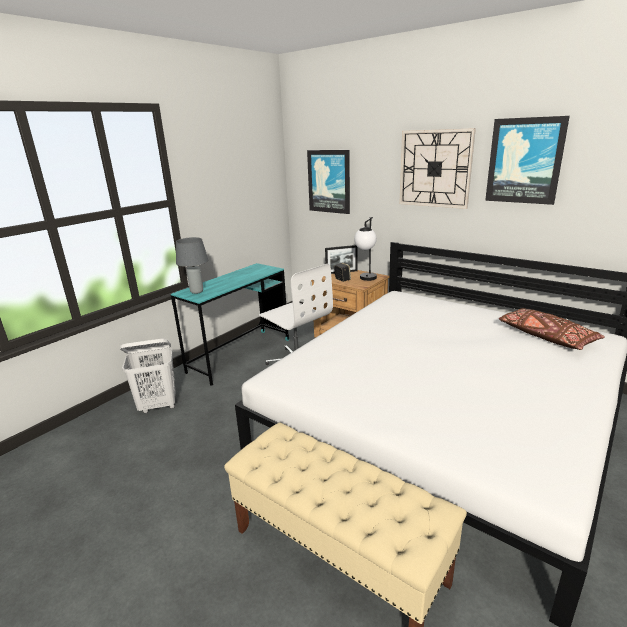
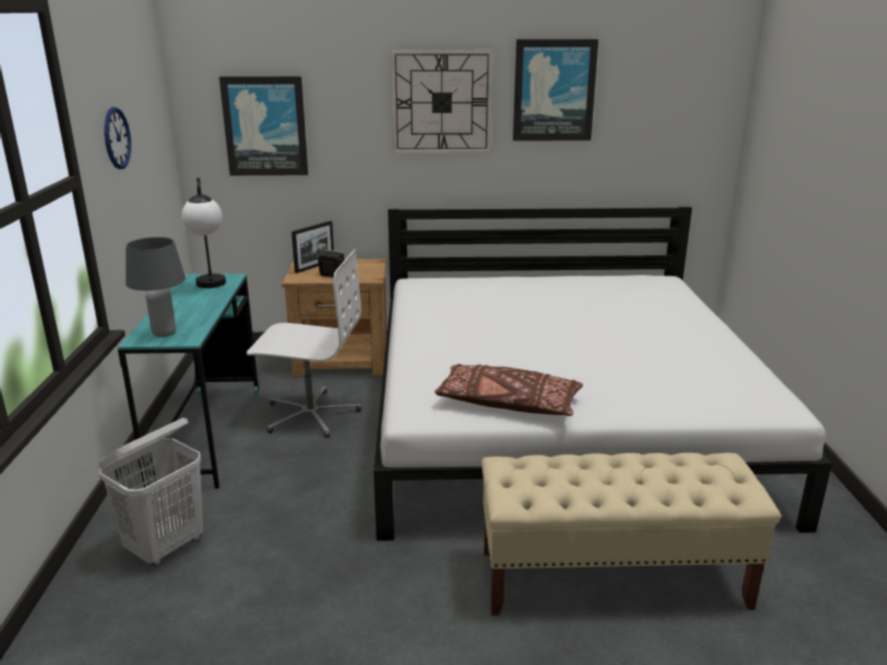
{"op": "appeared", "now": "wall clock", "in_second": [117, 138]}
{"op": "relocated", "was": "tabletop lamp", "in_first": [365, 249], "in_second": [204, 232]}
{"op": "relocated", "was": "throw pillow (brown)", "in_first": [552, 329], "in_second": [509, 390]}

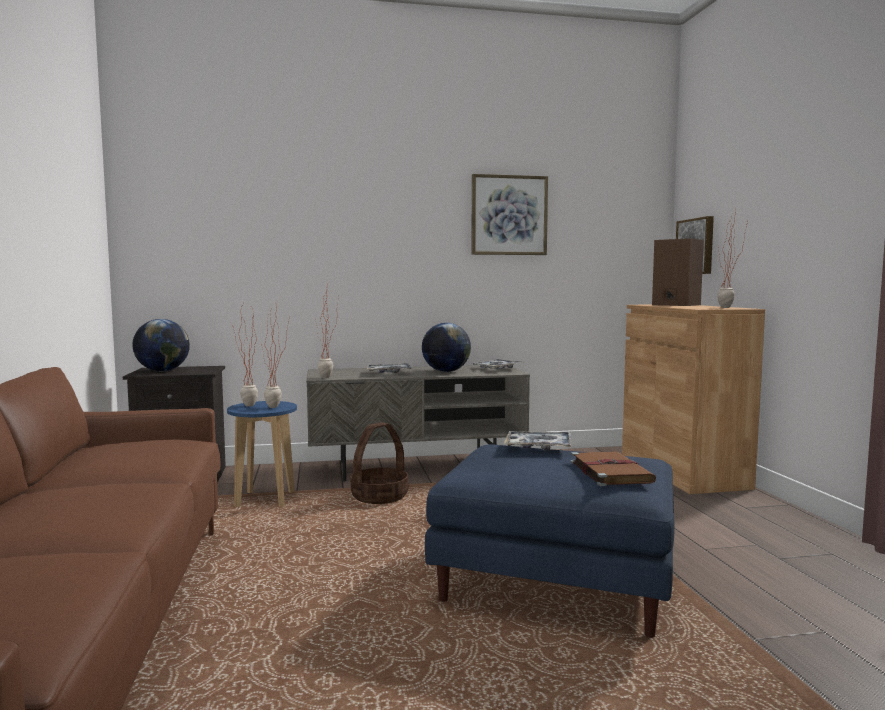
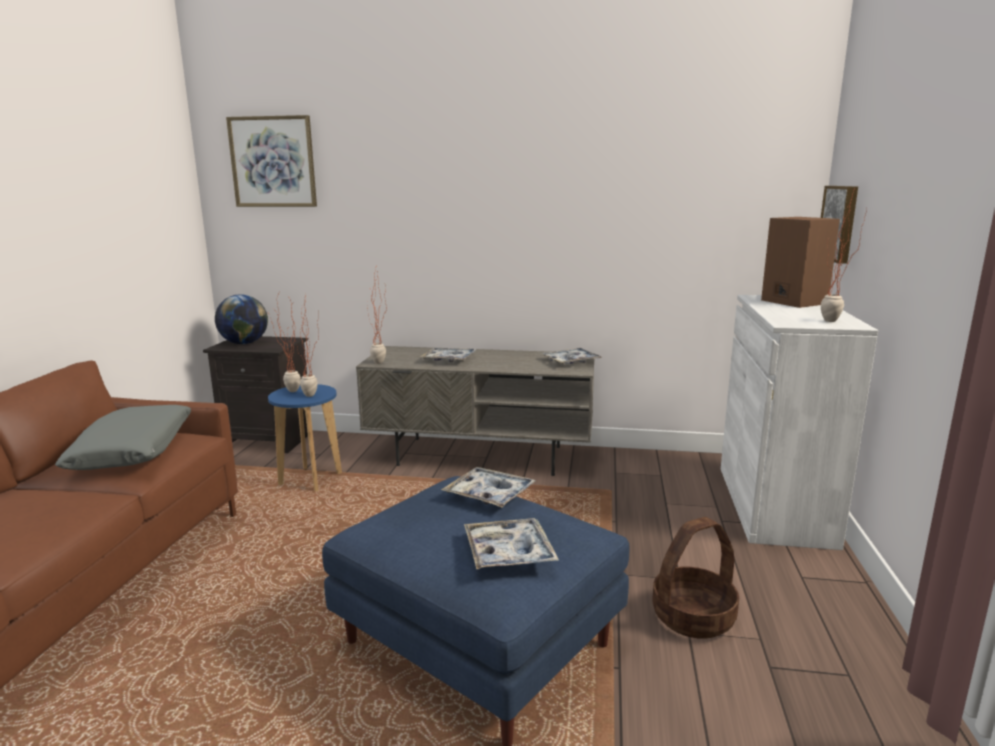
{"op": "missing", "was": "desk globe", "in_first": [446, 347]}
{"op": "appeared", "now": "throw pillow (greyish)", "in_second": [123, 437]}
{"op": "relocated", "was": "household basket", "in_first": [379, 463], "in_second": [695, 578]}
{"op": "relocated", "was": "wall art", "in_first": [509, 214], "in_second": [271, 161]}
{"op": "exchanged", "was": "book (brown)", "now": "carrying tray", "in_first": [613, 468], "in_second": [511, 543]}
{"op": "colour", "was": "cabinet (brown)", "now": "cabinet (white-coloured)", "in_first": [693, 399], "in_second": [799, 422]}

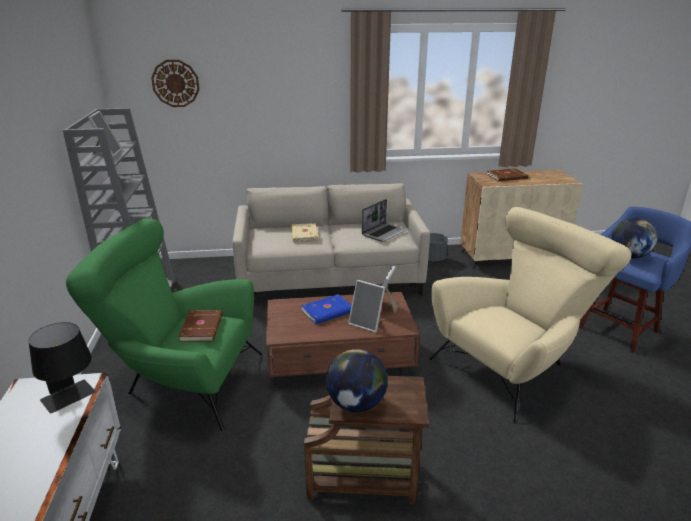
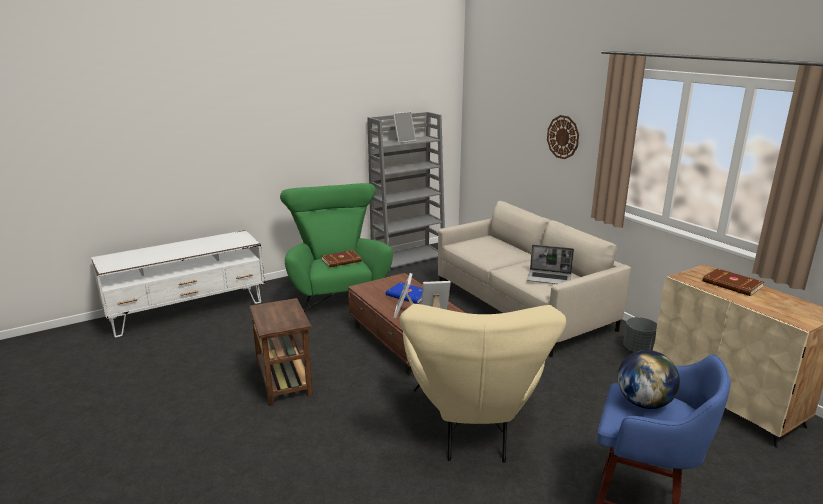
{"op": "missing", "was": "tabletop lamp (black-coloured)", "in_first": [62, 368]}
{"op": "missing", "was": "book (beige)", "in_first": [305, 233]}
{"op": "missing", "was": "desk globe", "in_first": [357, 380]}
{"op": "relocated", "was": "wall clock", "in_first": [175, 83], "in_second": [563, 137]}
{"op": "spun", "was": "armchair (beige)", "in_first": [530, 315], "in_second": [482, 383], "clockwise": 60}

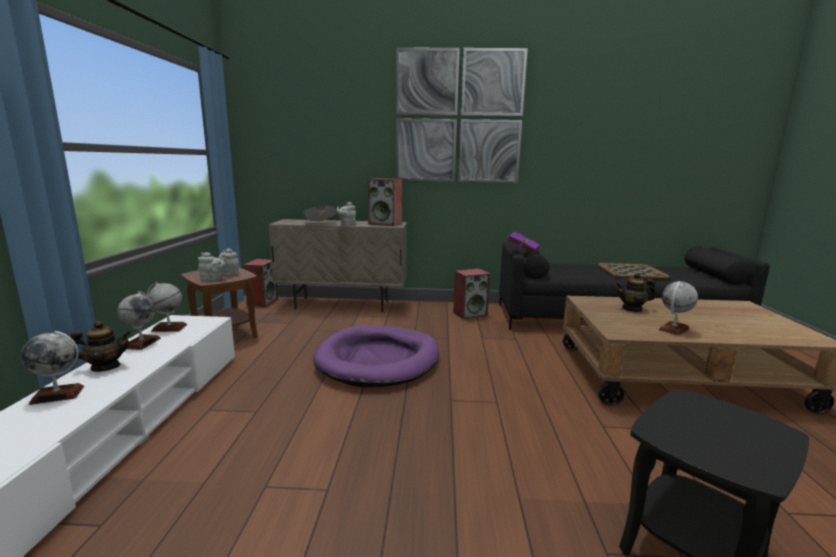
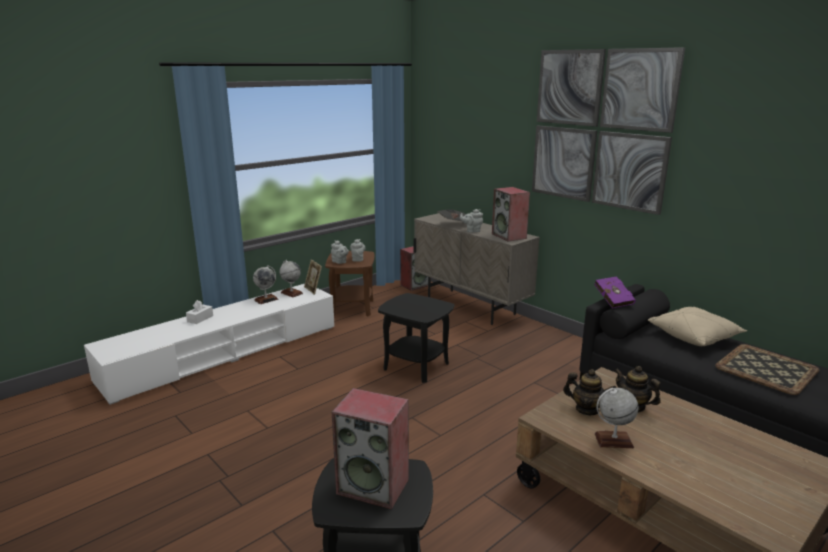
{"op": "appeared", "now": "photo frame", "in_second": [313, 277]}
{"op": "appeared", "now": "throw pillow (beige)", "in_second": [697, 326]}
{"op": "relocated", "was": "tea pot", "in_first": [100, 346], "in_second": [589, 392]}
{"op": "relocated", "was": "audio speaker", "in_first": [471, 294], "in_second": [370, 448]}
{"op": "exchanged", "was": "desk globe", "now": "tissue box (white-coloured)", "in_first": [52, 368], "in_second": [199, 312]}
{"op": "exchanged", "was": "dog cushion (purplish)", "now": "side table (black-coloured)", "in_first": [376, 356], "in_second": [416, 338]}

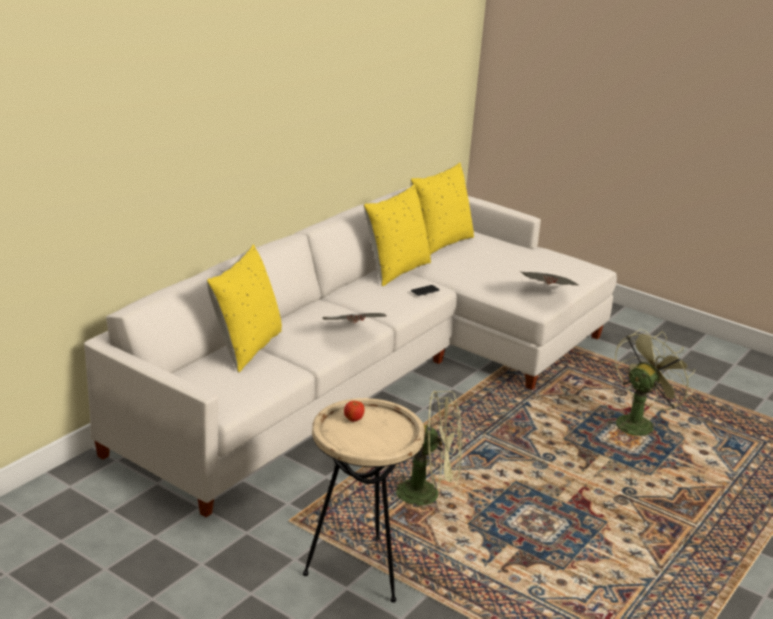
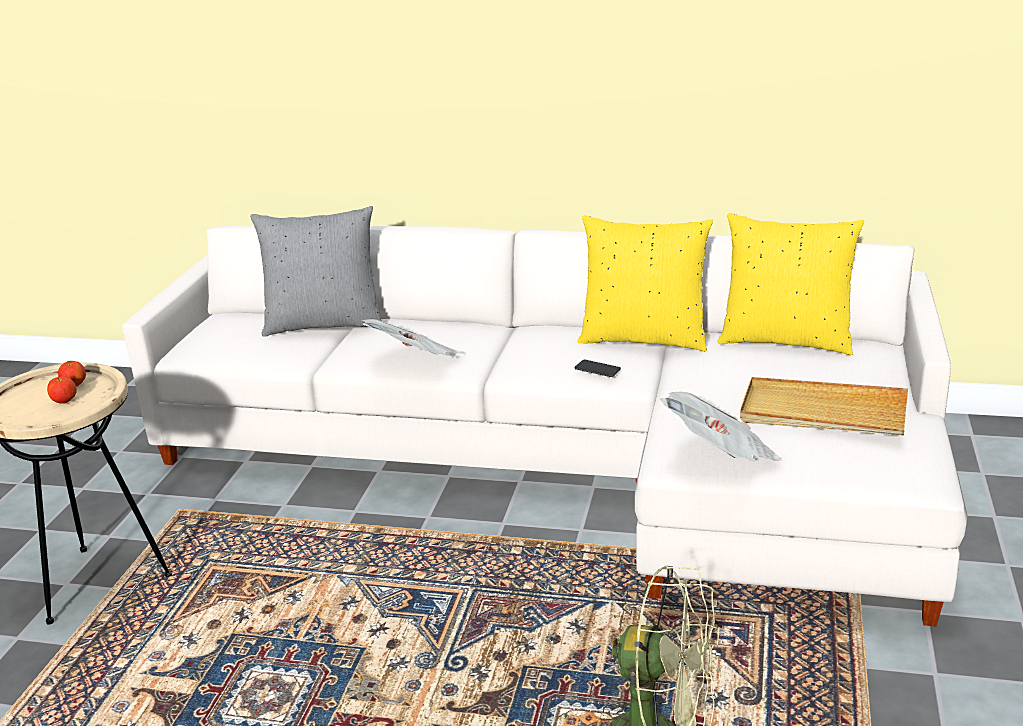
{"op": "missing", "was": "fan (green)", "in_first": [425, 449]}
{"op": "appeared", "now": "apple", "in_second": [62, 390]}
{"op": "appeared", "now": "carrying tray (beige)", "in_second": [824, 406]}
{"op": "colour", "was": "throw pillow (yellowish)", "now": "throw pillow (greyish)", "in_first": [244, 308], "in_second": [316, 271]}

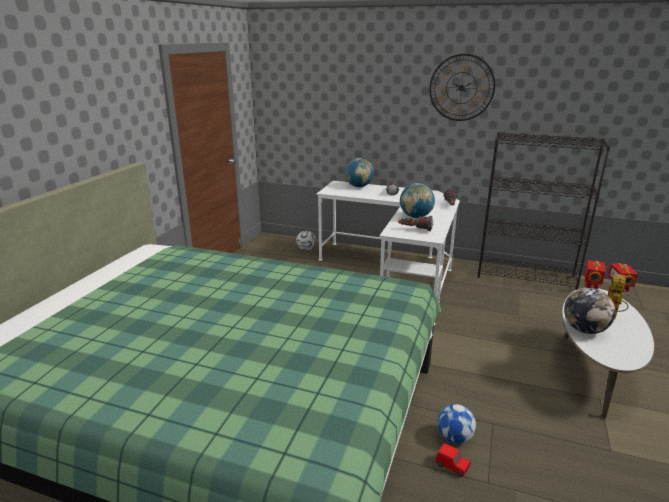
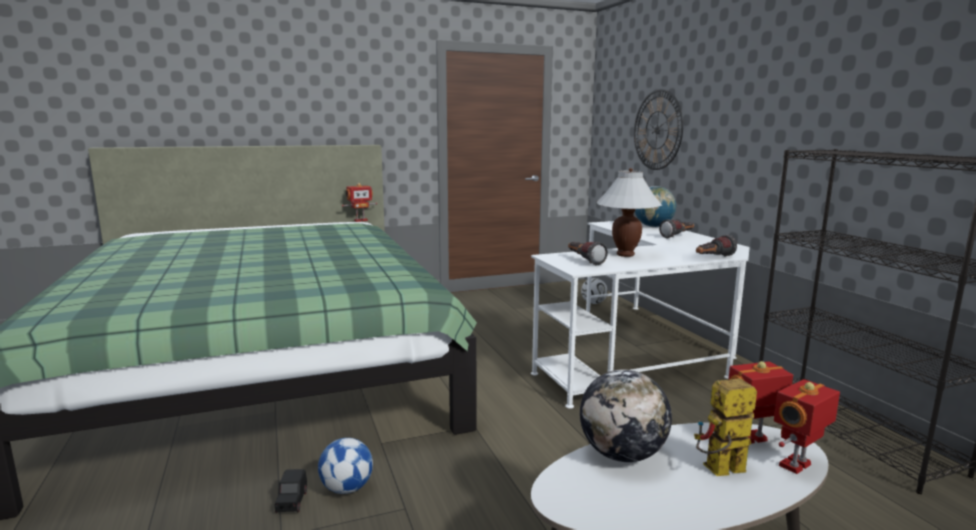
{"op": "appeared", "now": "toy robot", "in_second": [359, 202]}
{"op": "relocated", "was": "wall clock", "in_first": [462, 87], "in_second": [658, 129]}
{"op": "exchanged", "was": "desk globe", "now": "tabletop lamp (white-coloured)", "in_first": [417, 200], "in_second": [629, 212]}
{"op": "colour", "was": "miniature car (red-coloured)", "now": "miniature car (black-coloured)", "in_first": [453, 460], "in_second": [290, 491]}

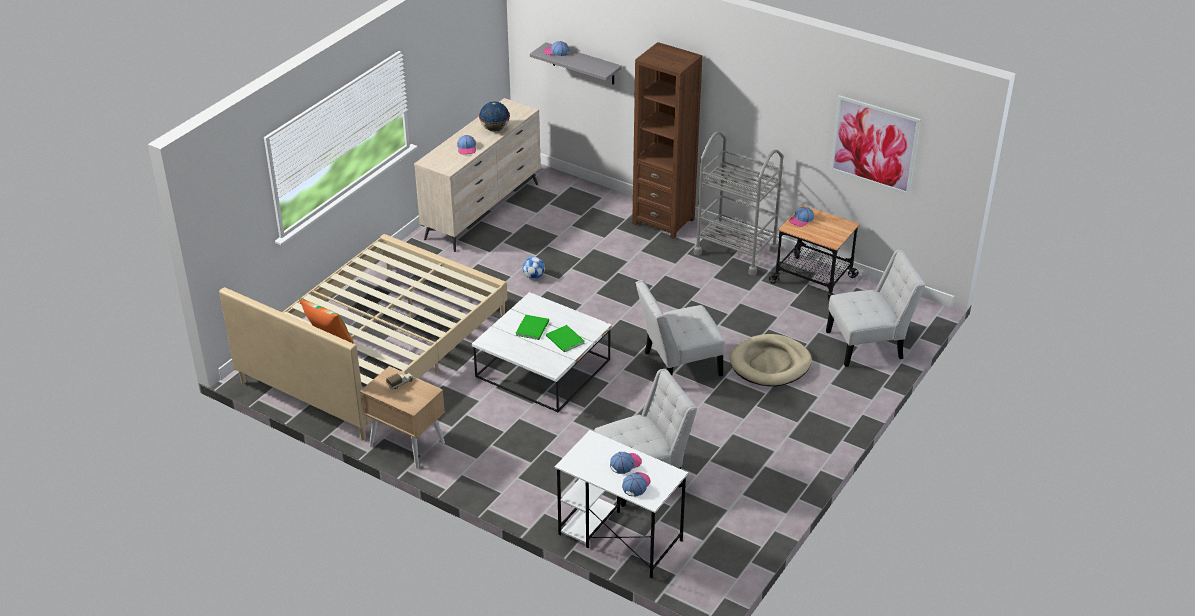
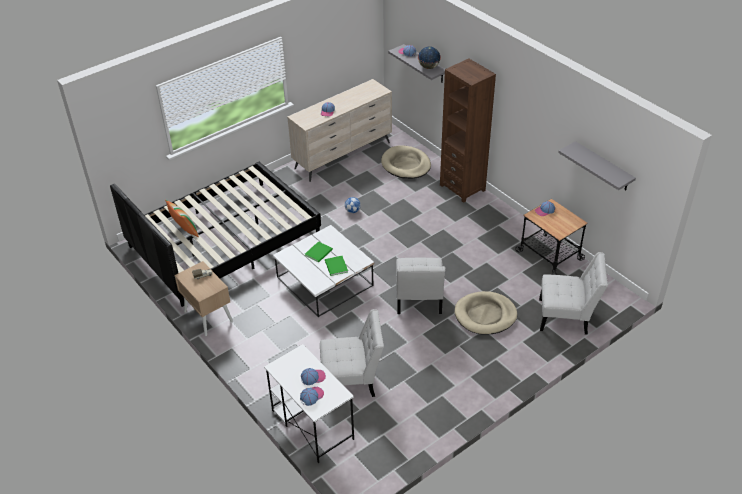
{"op": "missing", "was": "trolley (greyish)", "in_first": [738, 203]}
{"op": "appeared", "now": "dog cushion (beige)", "in_second": [406, 162]}
{"op": "relocated", "was": "desk globe", "in_first": [494, 116], "in_second": [429, 58]}
{"op": "exchanged", "was": "wall art", "now": "shelf (greyish)", "in_first": [875, 145], "in_second": [597, 165]}
{"op": "colour", "was": "bed (beige)", "now": "bed (black-coloured)", "in_first": [363, 337], "in_second": [215, 234]}
{"op": "spun", "was": "chair (white-coloured)", "in_first": [680, 328], "in_second": [420, 286], "clockwise": -90}

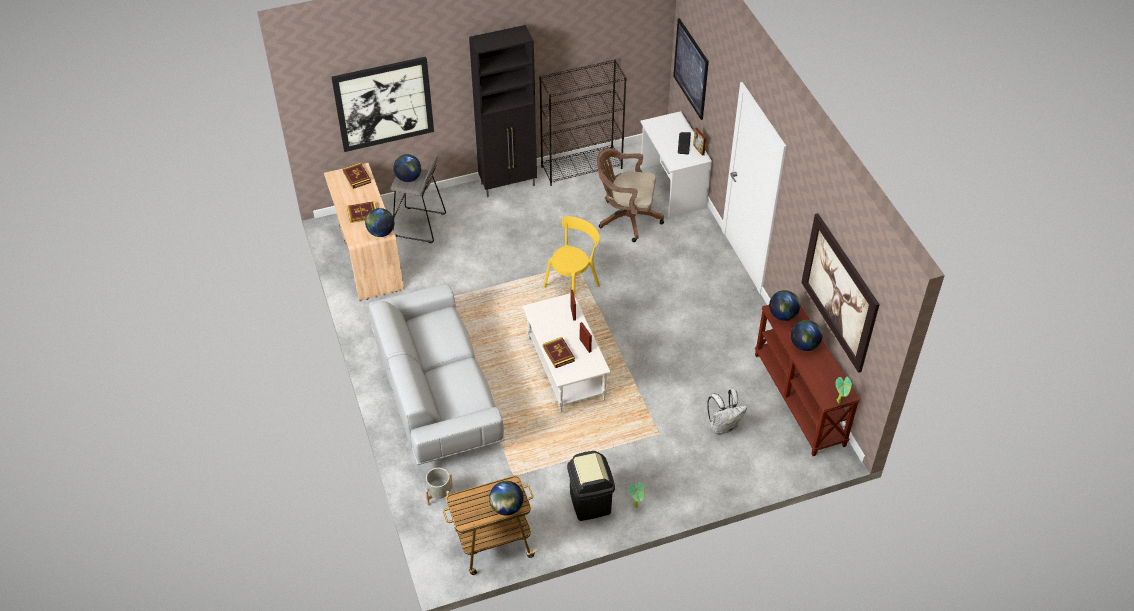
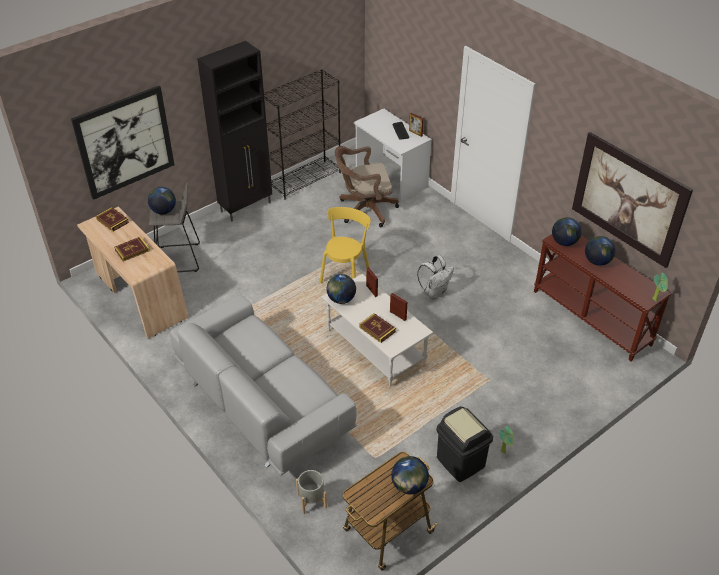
{"op": "missing", "was": "wall art", "in_first": [691, 69]}
{"op": "relocated", "was": "desk globe", "in_first": [379, 222], "in_second": [341, 289]}
{"op": "relocated", "was": "rucksack (white-coloured)", "in_first": [727, 411], "in_second": [435, 277]}

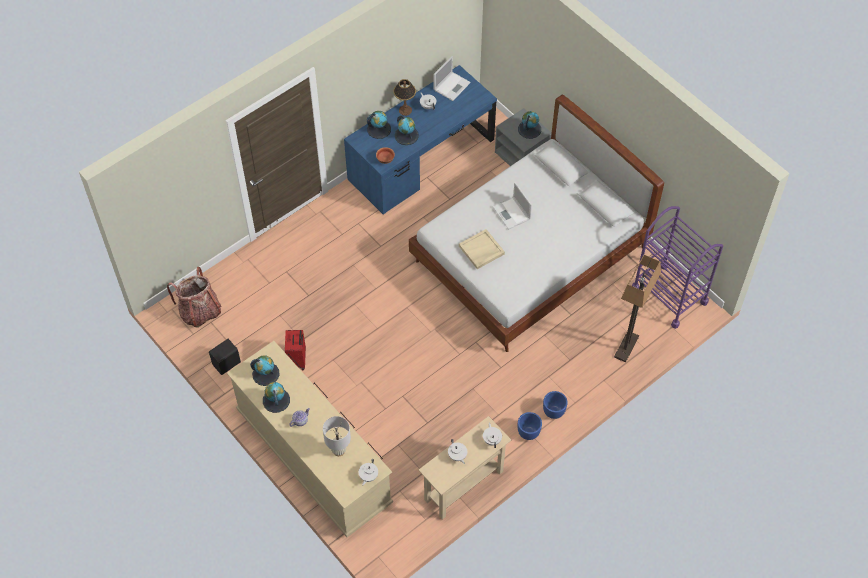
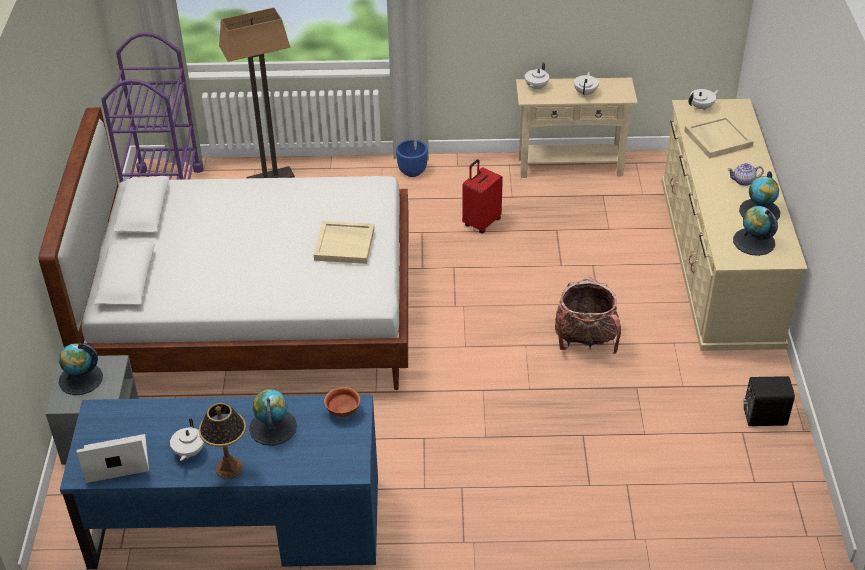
{"op": "missing", "was": "desk globe", "in_first": [379, 125]}
{"op": "missing", "was": "laptop", "in_first": [512, 205]}
{"op": "missing", "was": "plant pot (blue)", "in_first": [530, 426]}
{"op": "relocated", "was": "rucksack", "in_first": [194, 297], "in_second": [588, 315]}
{"op": "relocated", "was": "travel case (red-coloured)", "in_first": [295, 350], "in_second": [482, 196]}
{"op": "exchanged", "was": "tabletop lamp (white-coloured)", "now": "carrying tray (beige)", "in_first": [337, 436], "in_second": [719, 137]}

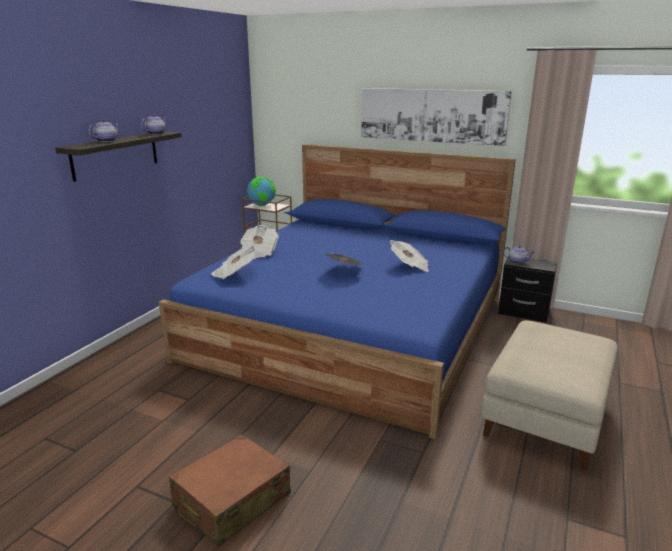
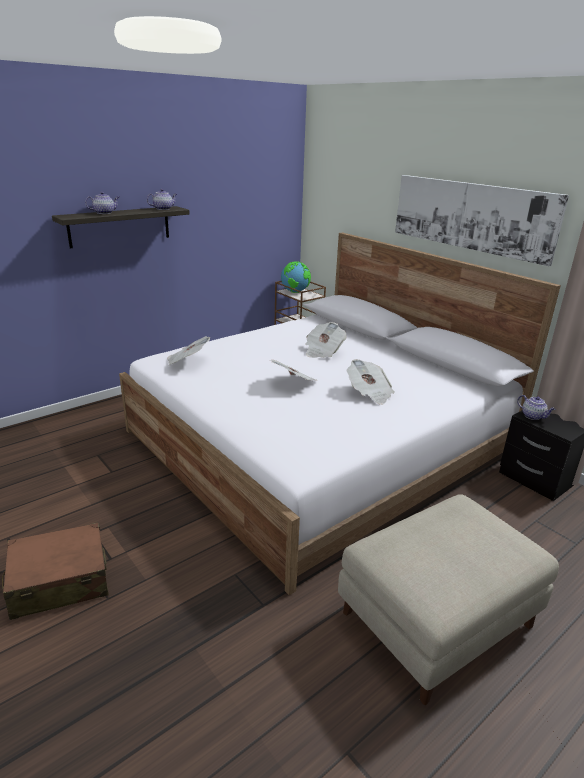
{"op": "relocated", "was": "newspaper", "in_first": [259, 242], "in_second": [326, 340]}
{"op": "colour", "was": "bed (blue)", "now": "bed (white-coloured)", "in_first": [337, 291], "in_second": [340, 413]}

